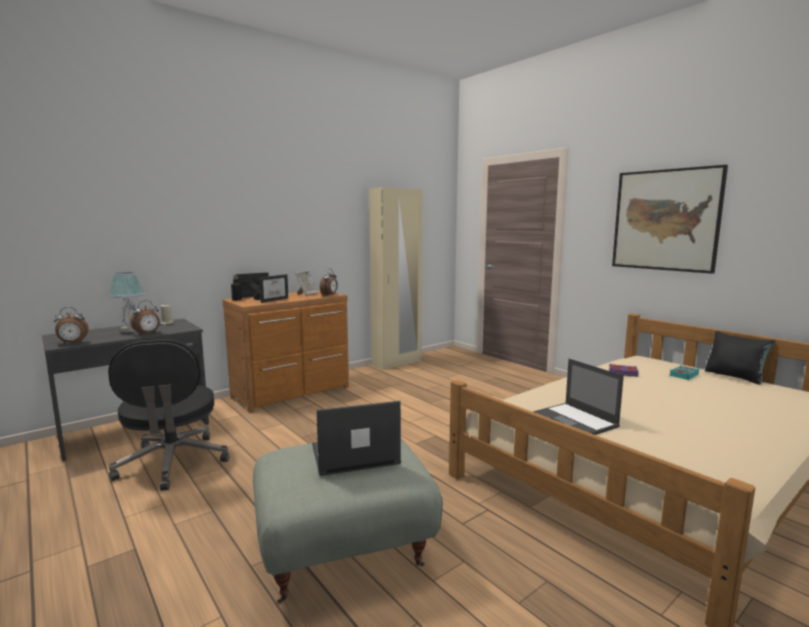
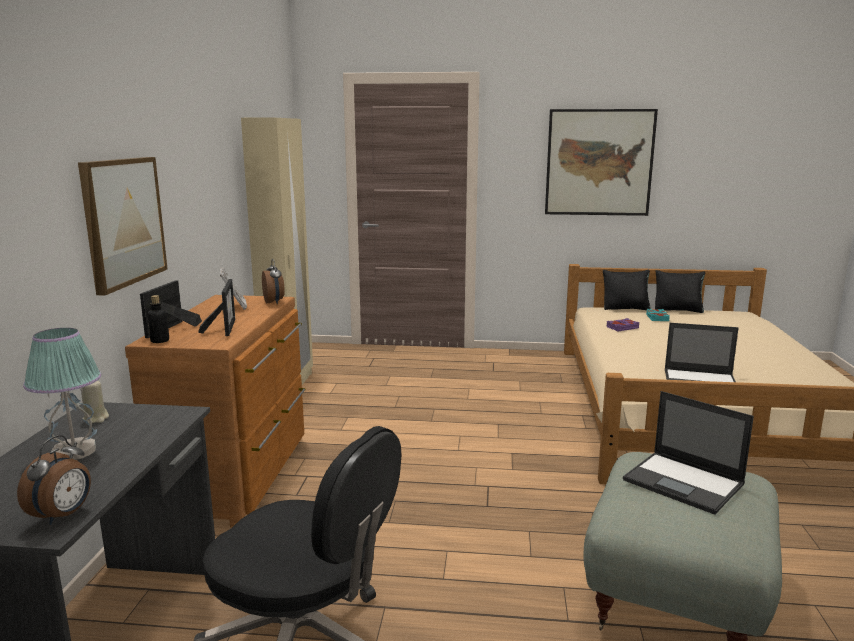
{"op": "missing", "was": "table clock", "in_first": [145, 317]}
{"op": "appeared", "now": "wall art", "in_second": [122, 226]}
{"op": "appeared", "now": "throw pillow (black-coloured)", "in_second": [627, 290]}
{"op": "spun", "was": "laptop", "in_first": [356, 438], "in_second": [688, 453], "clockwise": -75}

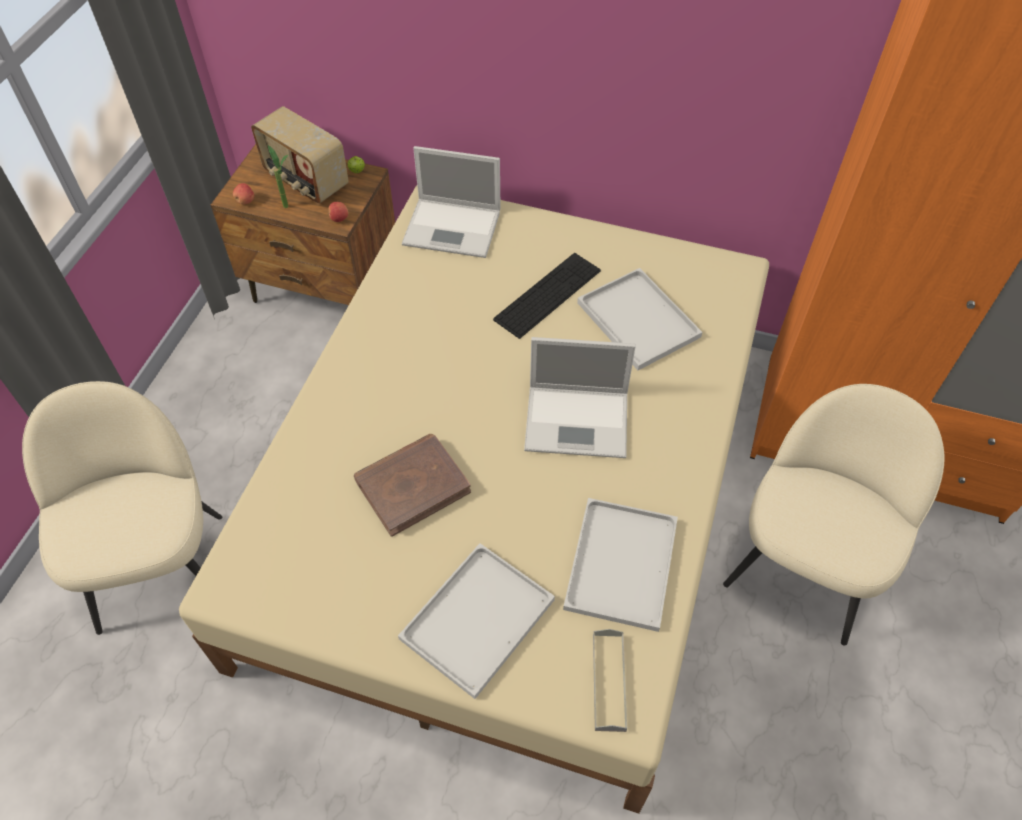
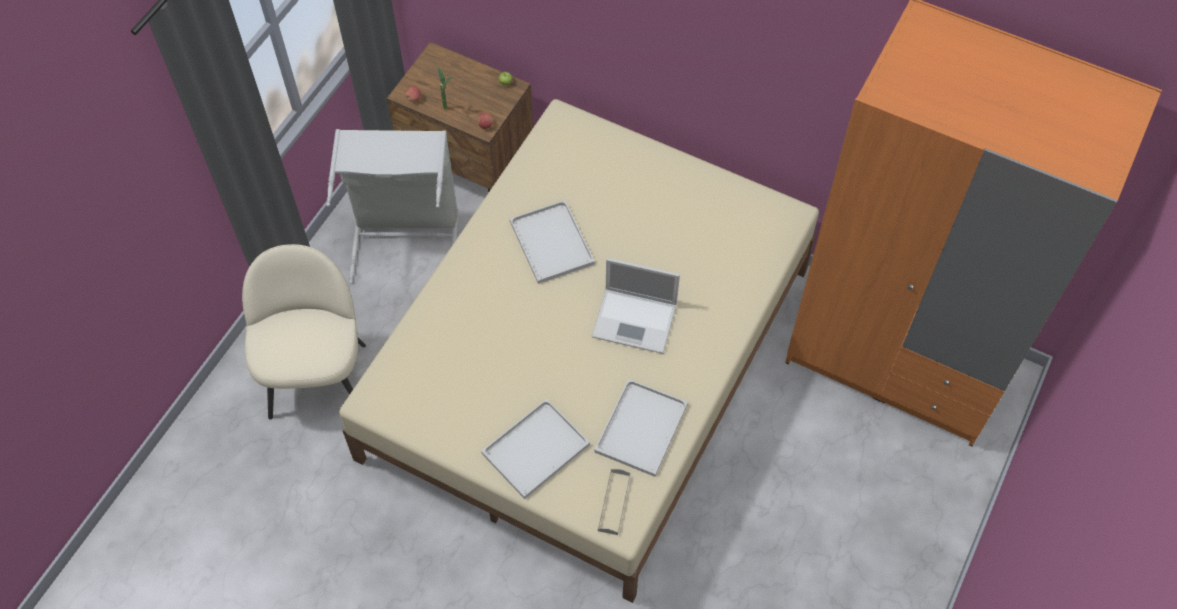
{"op": "missing", "was": "radio receiver", "in_first": [300, 155]}
{"op": "missing", "was": "book (brown)", "in_first": [412, 485]}
{"op": "missing", "was": "laptop", "in_first": [451, 202]}
{"op": "missing", "was": "computer keyboard", "in_first": [547, 296]}
{"op": "missing", "was": "chair (beige)", "in_first": [833, 514]}
{"op": "appeared", "now": "hamper (greyish)", "in_second": [392, 206]}
{"op": "relocated", "was": "carrying tray (white-coloured)", "in_first": [640, 319], "in_second": [552, 242]}

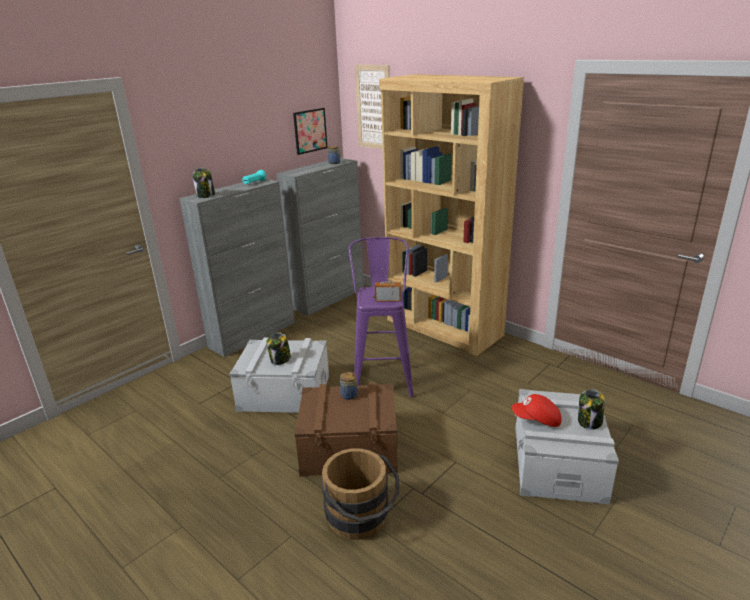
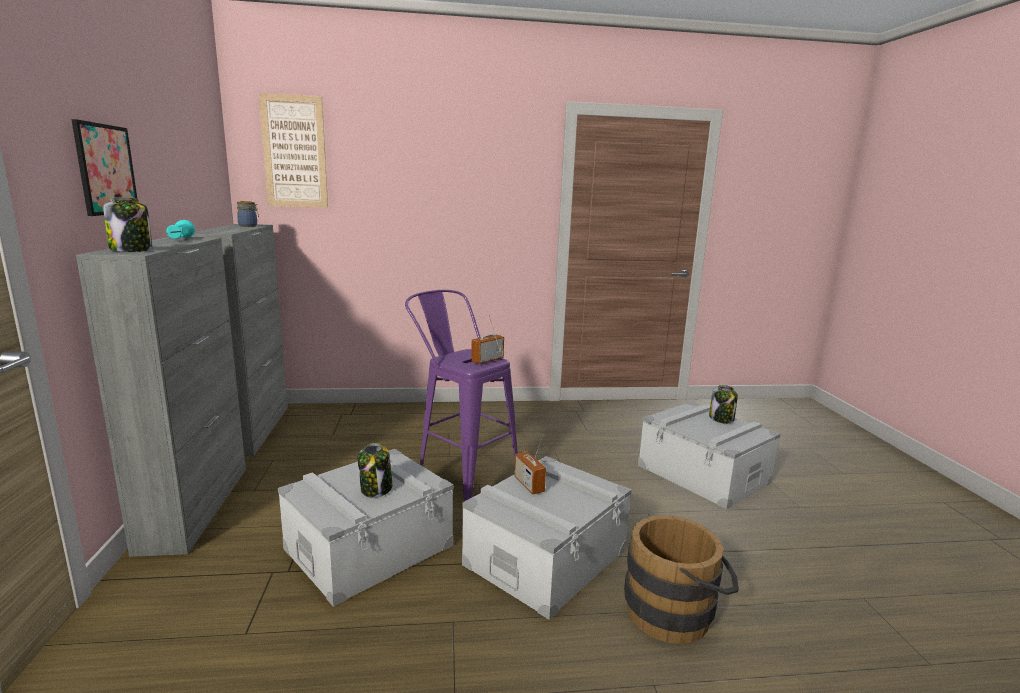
{"op": "missing", "was": "bookcase (brown)", "in_first": [451, 215]}
{"op": "missing", "was": "peaked cap (red-coloured)", "in_first": [536, 410]}
{"op": "relocated", "was": "wall art", "in_first": [310, 131], "in_second": [104, 167]}
{"op": "exchanged", "was": "jar", "now": "radio receiver", "in_first": [349, 386], "in_second": [530, 464]}
{"op": "colour", "was": "storage bin (brown)", "now": "storage bin (greyish)", "in_first": [346, 429], "in_second": [547, 538]}

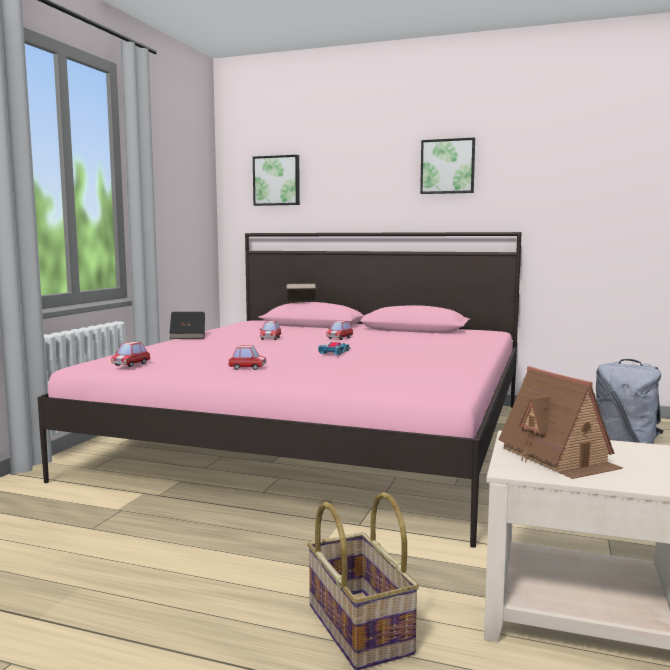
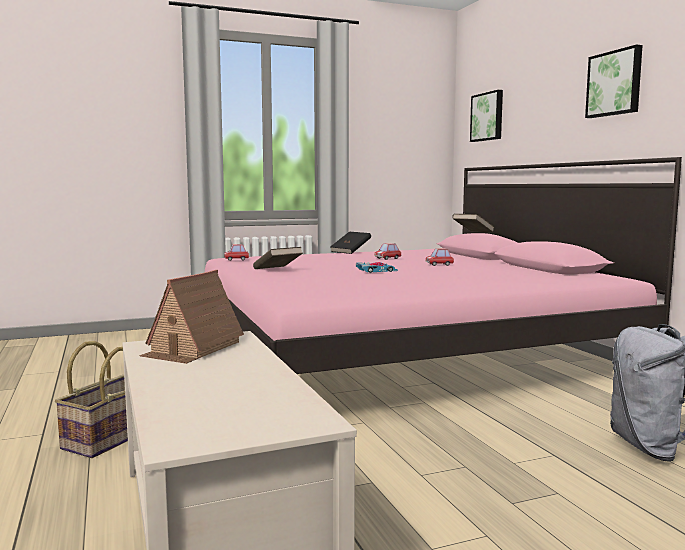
{"op": "exchanged", "was": "miniature car", "now": "book (brown)", "in_first": [247, 357], "in_second": [278, 258]}

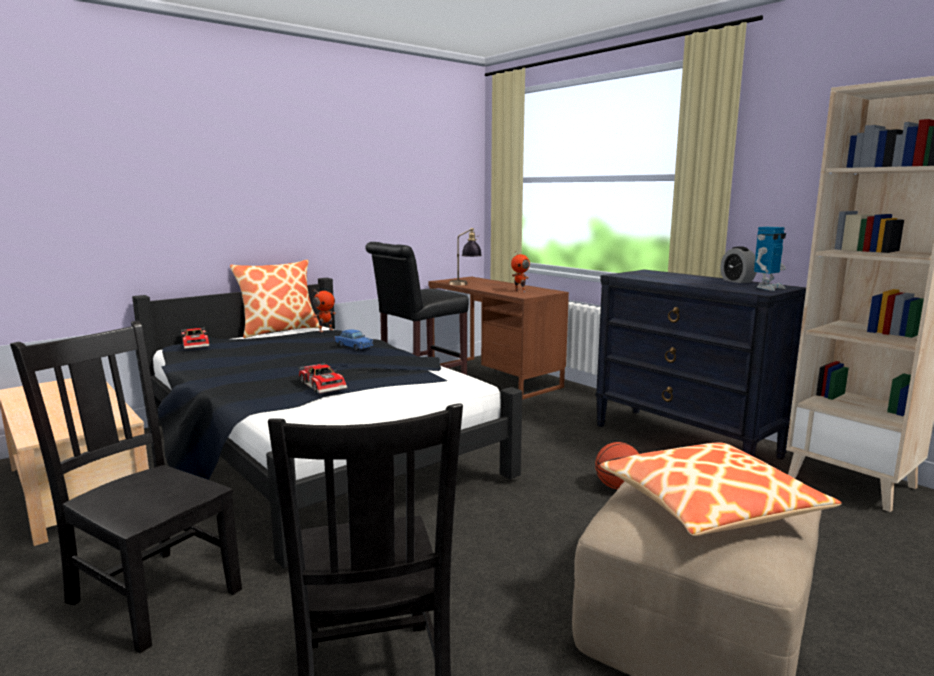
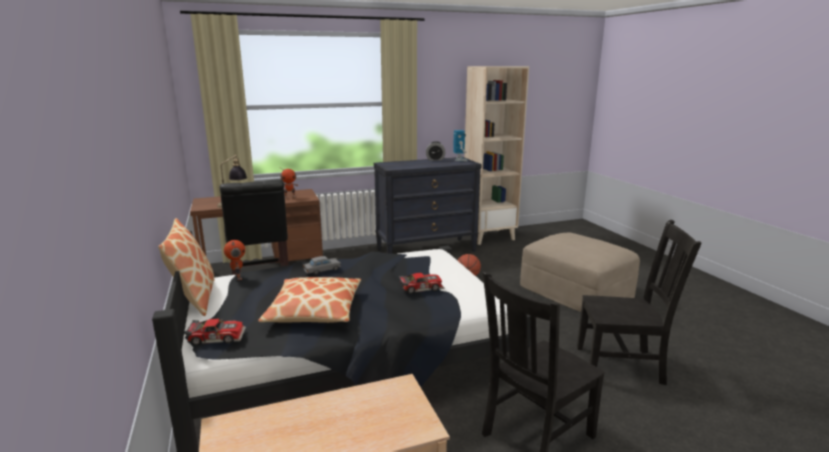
{"op": "relocated", "was": "throw pillow", "in_first": [720, 489], "in_second": [309, 300]}
{"op": "colour", "was": "miniature car (blue)", "now": "miniature car (greyish)", "in_first": [354, 339], "in_second": [322, 265]}

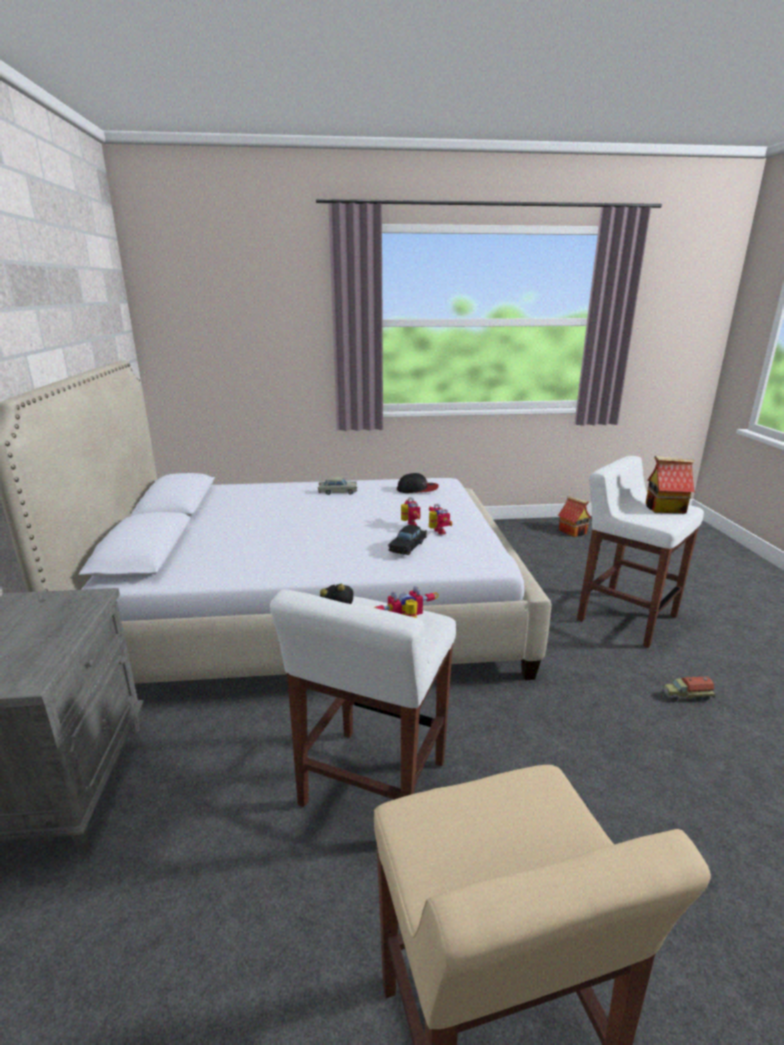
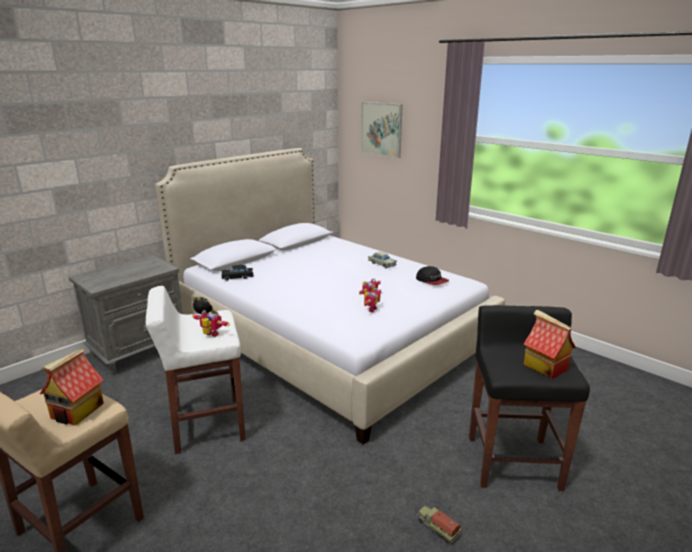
{"op": "appeared", "now": "wall art", "in_second": [382, 130]}
{"op": "relocated", "was": "miniature car (black-coloured)", "in_first": [407, 540], "in_second": [237, 273]}
{"op": "relocated", "was": "toy house", "in_first": [574, 516], "in_second": [72, 387]}
{"op": "colour", "was": "stool (white-coloured)", "now": "stool (black-coloured)", "in_first": [640, 552], "in_second": [529, 398]}

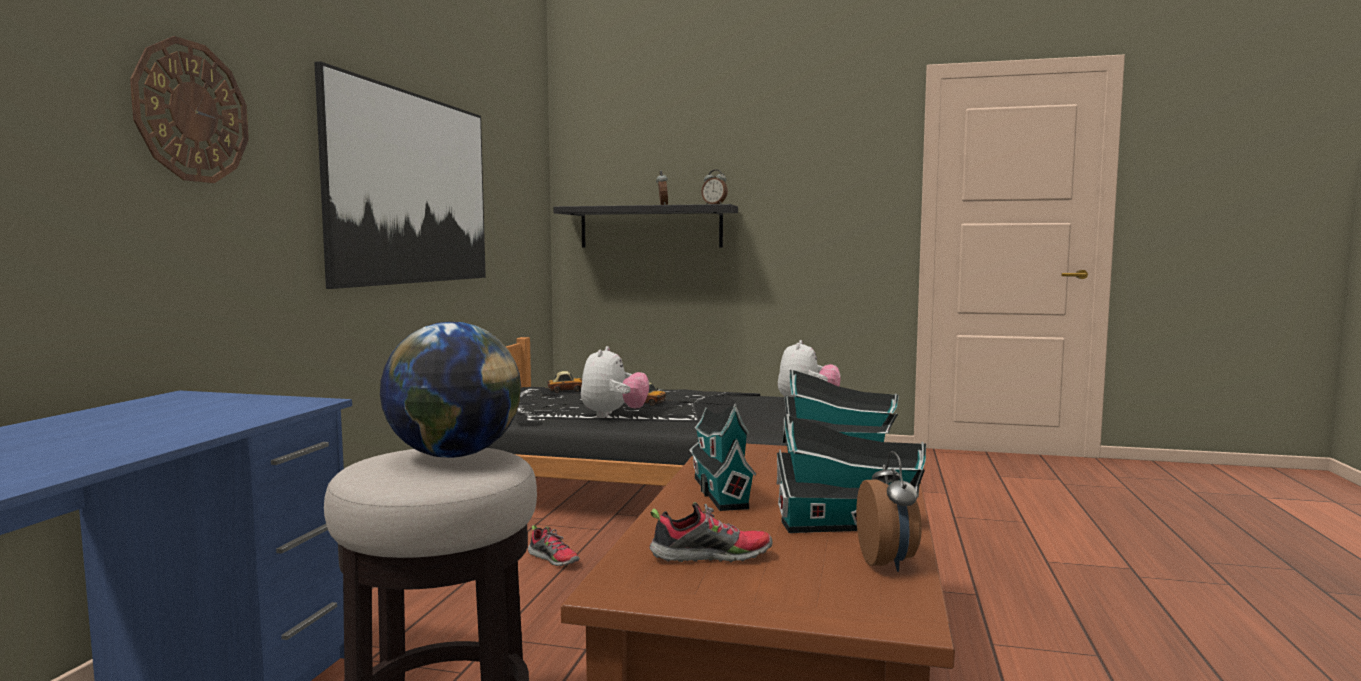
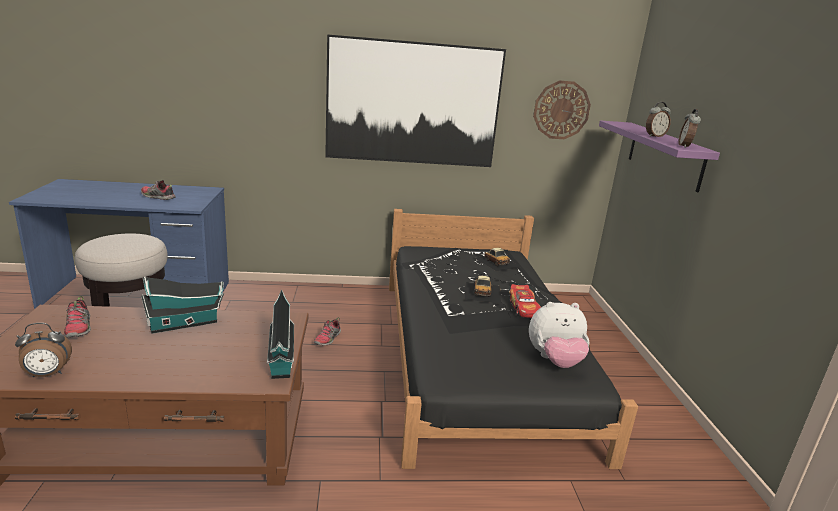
{"op": "missing", "was": "desk globe", "in_first": [450, 390]}
{"op": "missing", "was": "plush toy", "in_first": [615, 382]}
{"op": "missing", "was": "toy house", "in_first": [851, 473]}
{"op": "appeared", "now": "low shoe", "in_second": [158, 190]}
{"op": "appeared", "now": "miniature car", "in_second": [525, 301]}
{"op": "relocated", "was": "wall clock", "in_first": [189, 109], "in_second": [562, 109]}
{"op": "colour", "was": "shelf (black-coloured)", "now": "shelf (purplish)", "in_first": [645, 226], "in_second": [659, 156]}

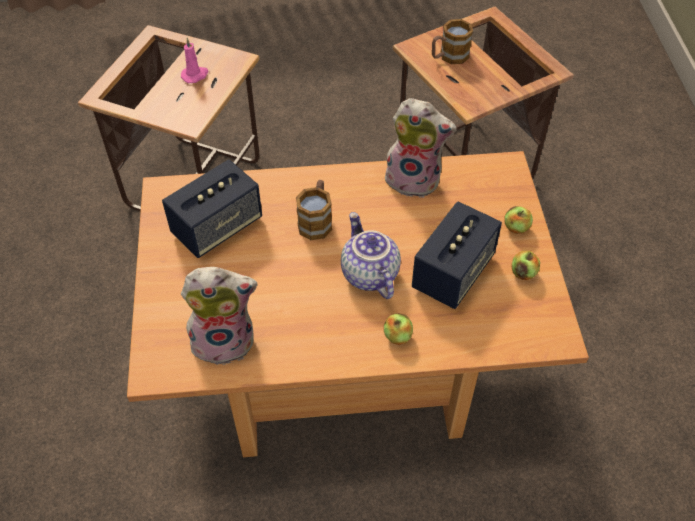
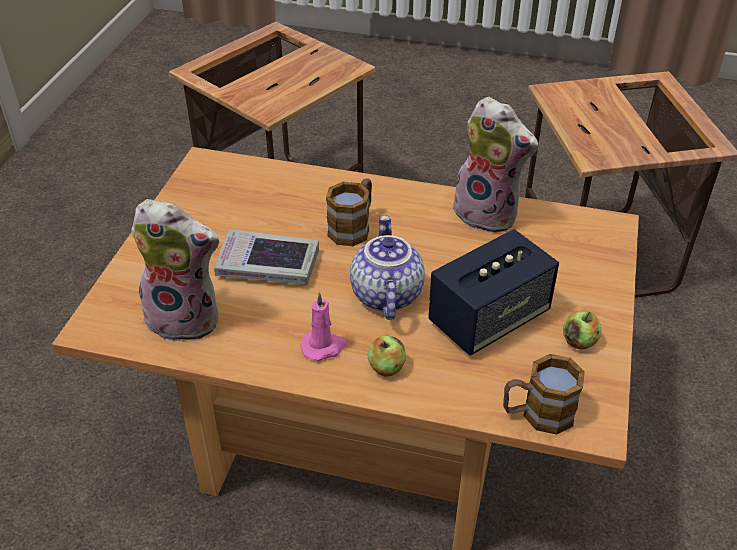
{"op": "missing", "was": "audio speaker", "in_first": [212, 208]}
{"op": "missing", "was": "apple", "in_first": [519, 220]}
{"op": "appeared", "now": "book", "in_second": [266, 257]}
{"op": "relocated", "was": "wax candle (pink)", "in_first": [194, 60], "in_second": [323, 326]}
{"op": "relocated", "was": "coffee mug", "in_first": [452, 41], "in_second": [544, 394]}

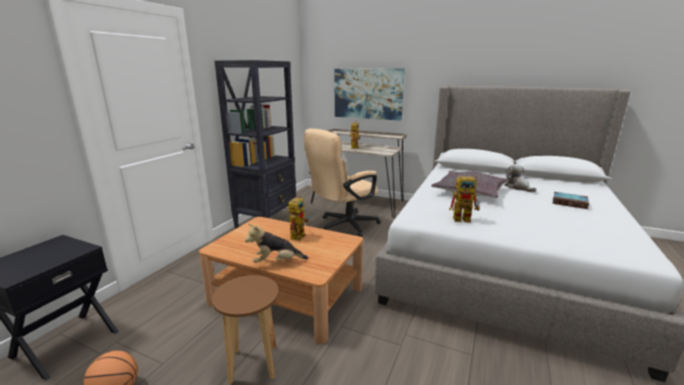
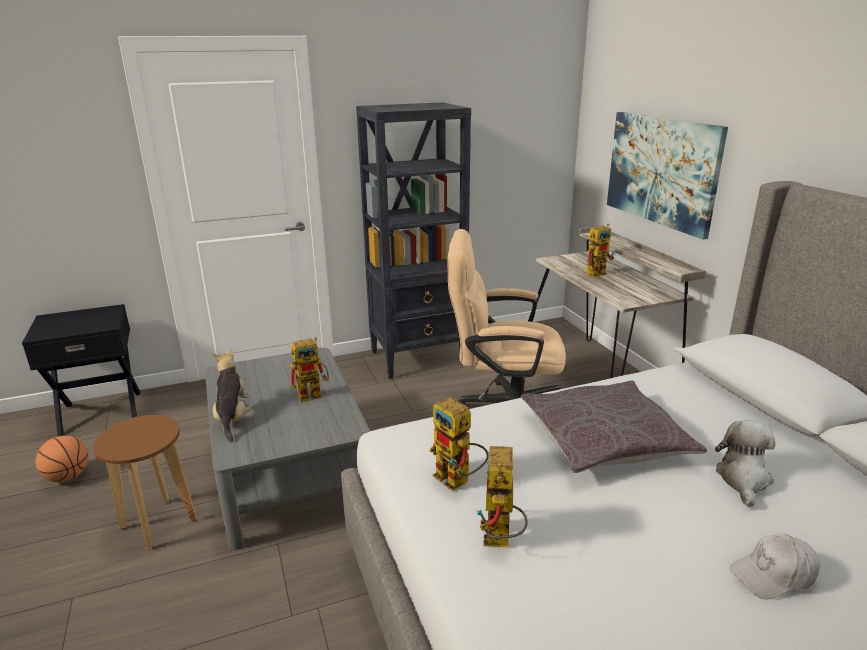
{"op": "appeared", "now": "toy robot", "in_second": [502, 496]}
{"op": "exchanged", "was": "book", "now": "peaked cap (white-coloured)", "in_first": [571, 200], "in_second": [775, 566]}
{"op": "colour", "was": "lounge table (brown)", "now": "lounge table (greyish)", "in_first": [281, 280], "in_second": [287, 449]}
{"op": "spun", "was": "plush toy", "in_first": [276, 243], "in_second": [232, 395], "clockwise": 45}

